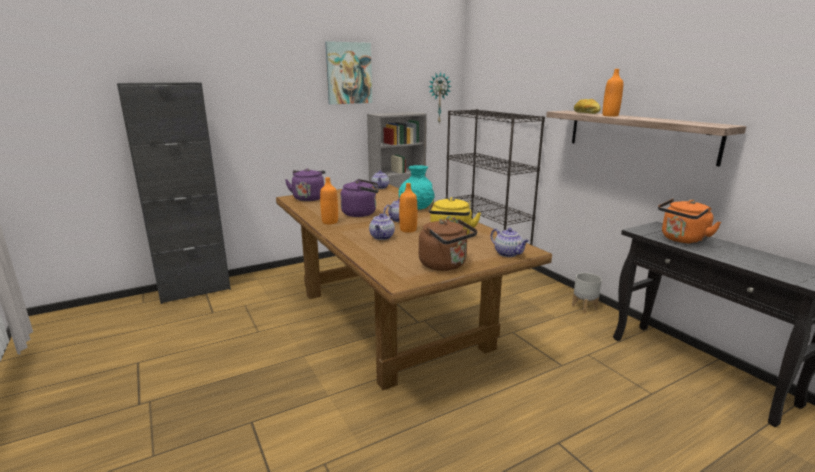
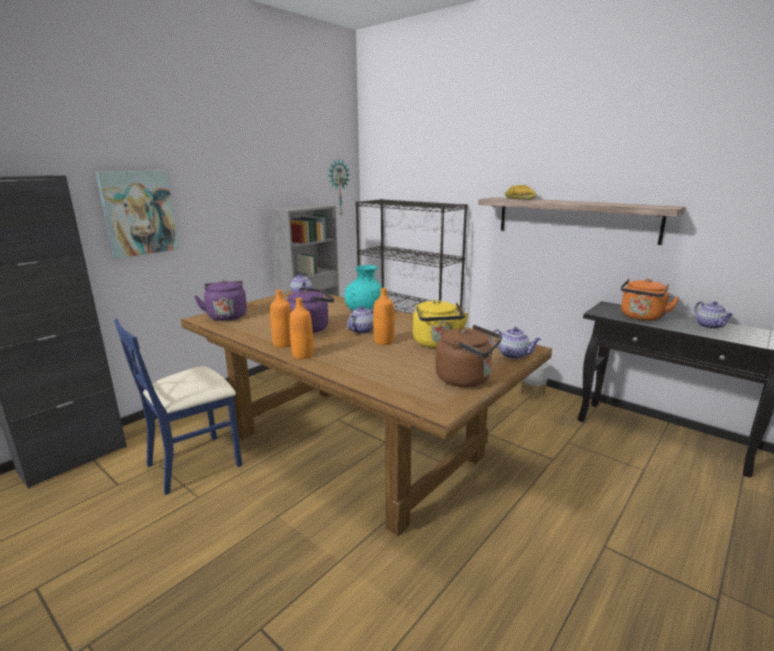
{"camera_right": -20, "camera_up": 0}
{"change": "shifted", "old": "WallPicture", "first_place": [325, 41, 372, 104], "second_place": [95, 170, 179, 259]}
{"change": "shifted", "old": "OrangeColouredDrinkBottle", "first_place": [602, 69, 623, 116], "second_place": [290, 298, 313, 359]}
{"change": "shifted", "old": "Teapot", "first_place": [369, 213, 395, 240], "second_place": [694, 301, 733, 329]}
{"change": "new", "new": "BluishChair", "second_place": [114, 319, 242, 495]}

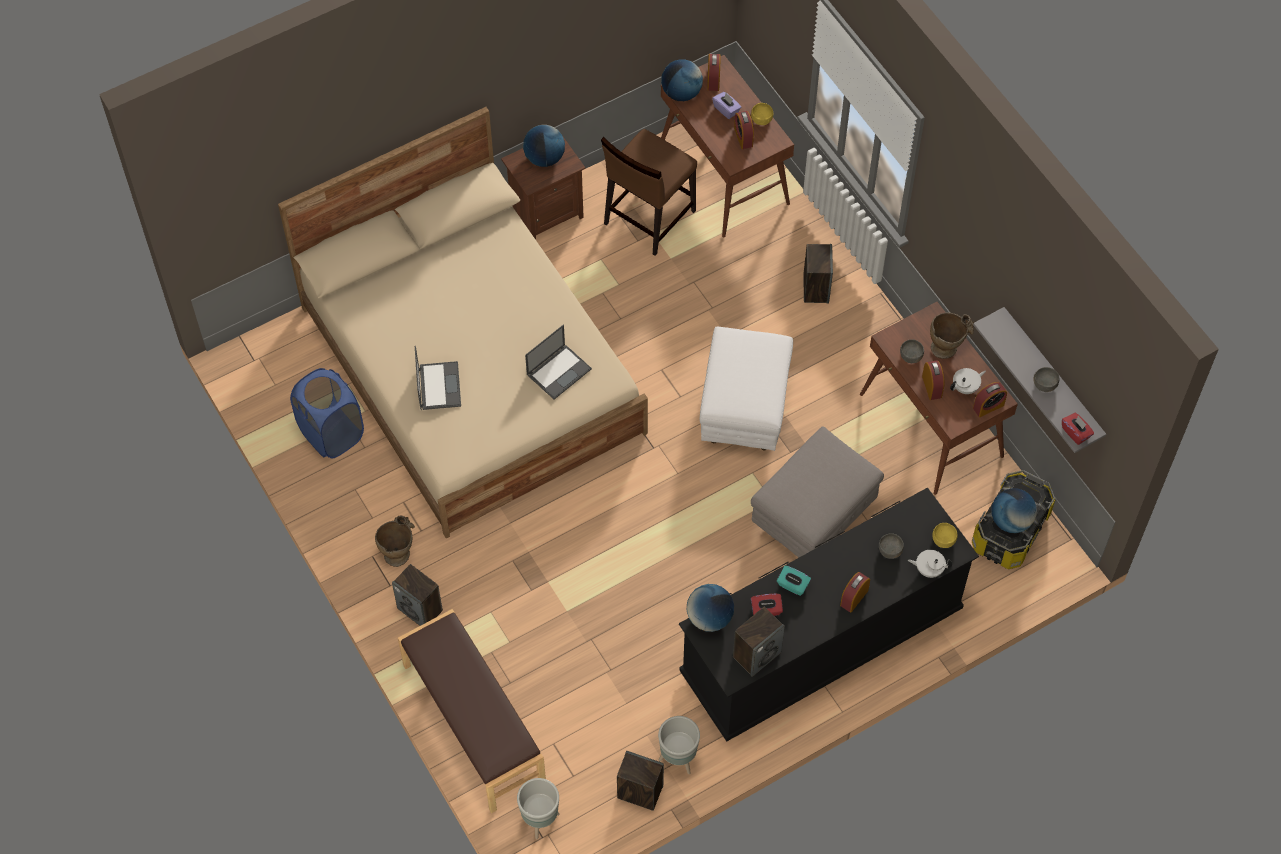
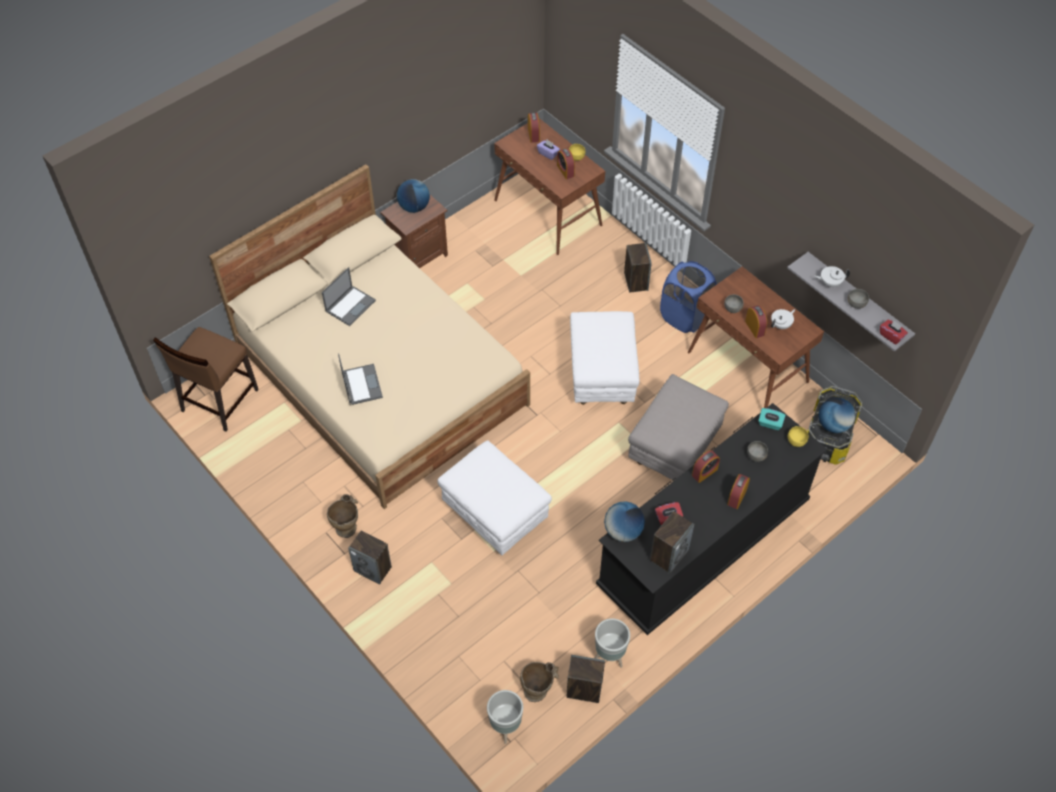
{"camera_right": -10, "camera_up": -5}
{"change": "gone", "old": "DeskGlobe", "first_place": [661, 59, 703, 101]}
{"change": "shifted", "old": "BrownColouredChair", "first_place": [601, 129, 697, 256], "second_place": [153, 327, 259, 432]}
{"change": "shifted", "old": "SandColouredDecorativeVase", "first_place": [930, 312, 974, 359], "second_place": [520, 662, 559, 702]}
{"change": "shifted", "old": "NotebookComputer", "first_place": [525, 325, 592, 400], "second_place": [322, 267, 376, 326]}
{"change": "shifted", "old": "BluishLaundryBasket", "first_place": [290, 368, 364, 458], "second_place": [660, 261, 717, 333]}
{"change": "shifted", "old": "BedsideClock", "first_place": [973, 382, 1007, 417], "second_place": [692, 450, 720, 483]}
{"change": "shifted", "old": "WhiteColouredTeapot", "first_place": [908, 550, 952, 578], "second_place": [815, 266, 850, 288]}
{"change": "shifted", "old": "TurquoiseColouredBoxOfTissues", "first_place": [777, 565, 811, 596], "second_place": [758, 408, 785, 430]}
{"change": "gone", "old": "BrownColouredBench", "first_place": [398, 609, 546, 813]}
{"change": "new", "new": "WhiteColouredPouffe", "second_place": [438, 440, 552, 555]}

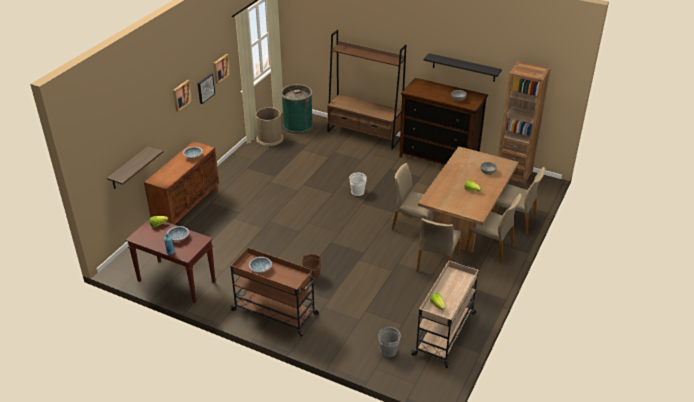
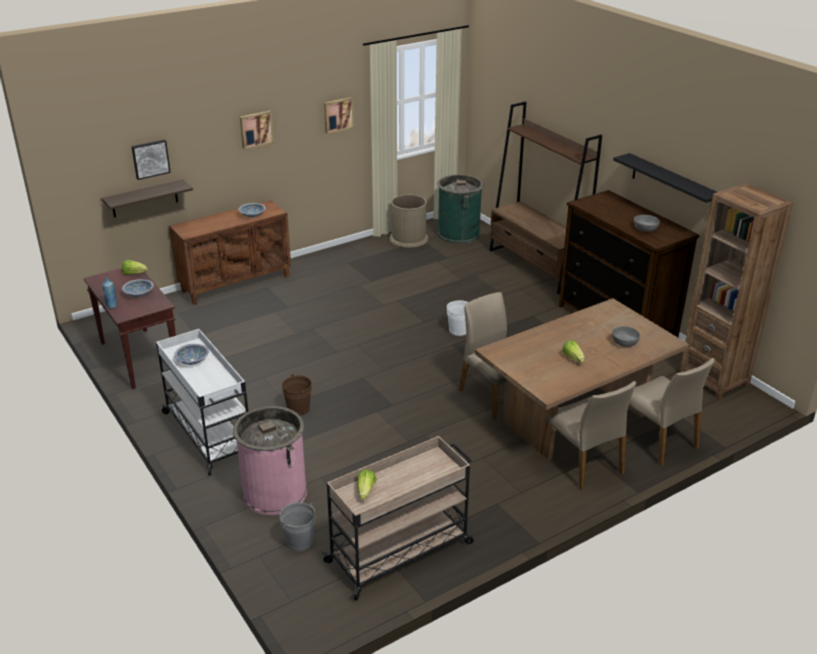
{"camera_right": 30, "camera_up": -5}
{"change": "shifted", "old": "WallPicture", "first_place": [197, 73, 215, 104], "second_place": [131, 139, 171, 180]}
{"change": "gone", "old": "SandColouredChair", "first_place": [416, 218, 461, 272]}
{"change": "repainted", "old": "BrownColouredWheeledCart", "new": "WhiteColouredWheeledCart", "first_place": [230, 247, 319, 337], "second_place": [156, 329, 248, 476]}
{"change": "new", "new": "PinkishWasteBin", "second_place": [233, 406, 307, 515]}

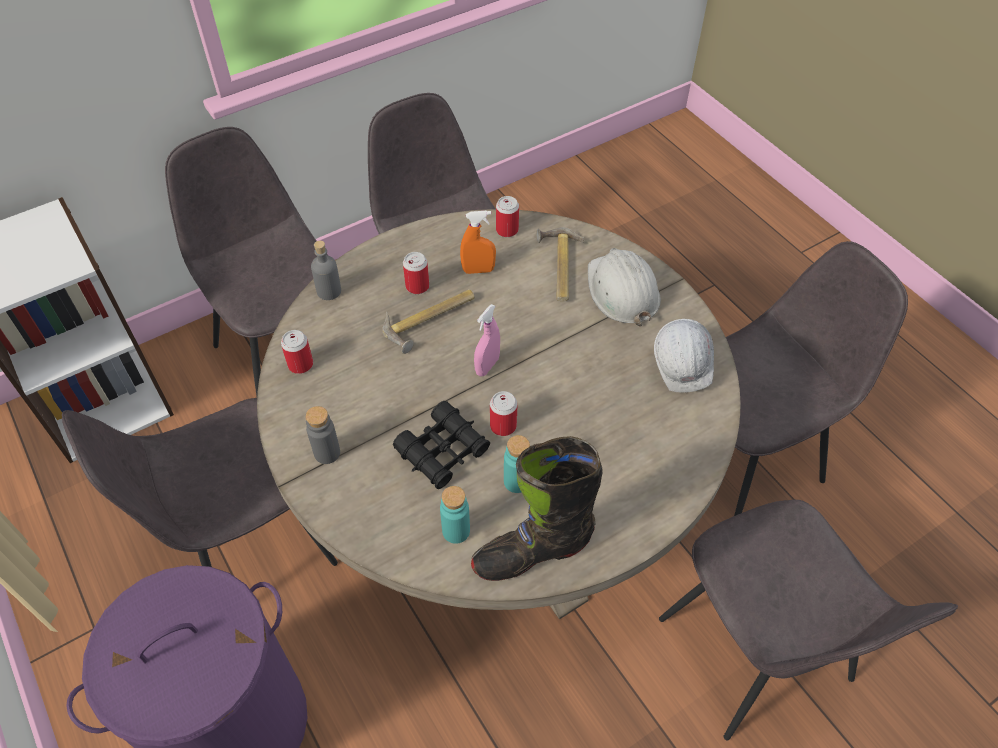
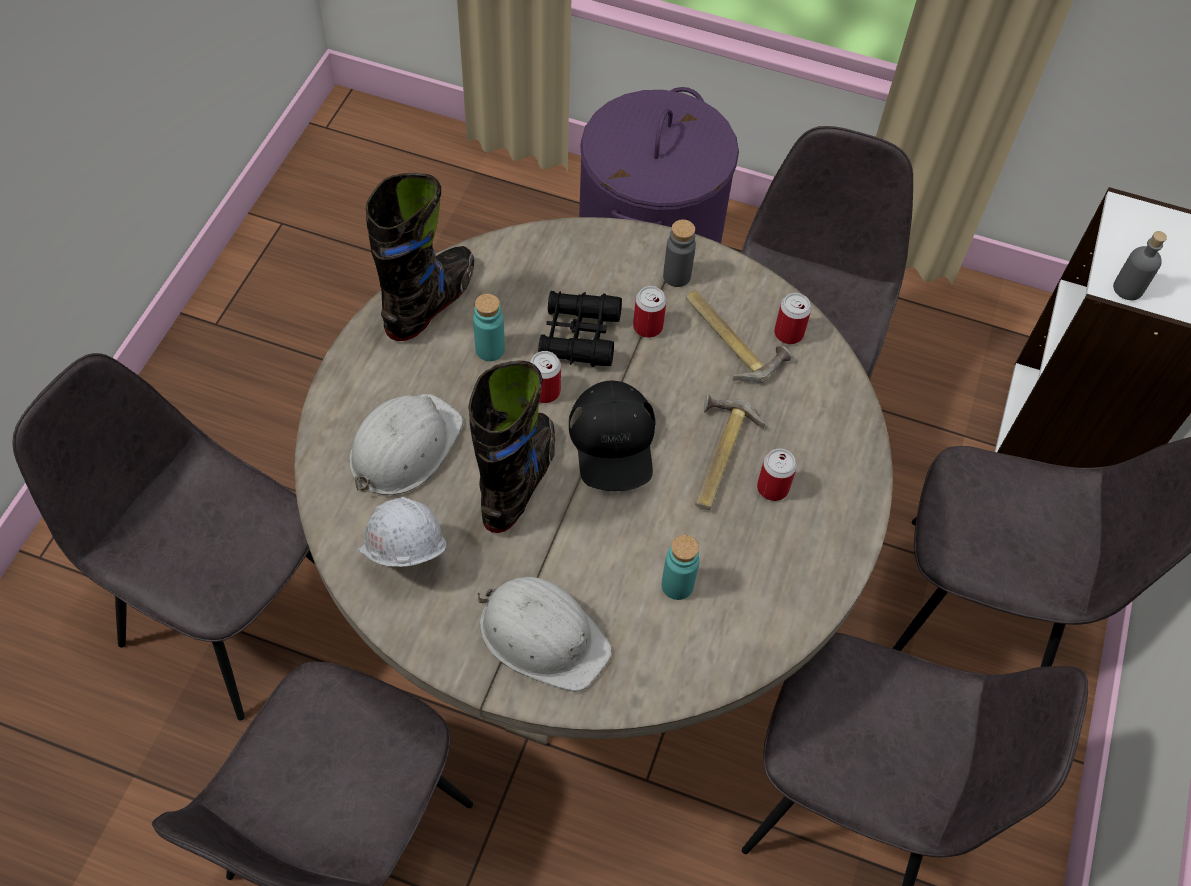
{"camera_right": 140, "camera_up": 5}
{"change": "shifted", "old": "SealedCan", "first_place": [496, 196, 519, 237], "second_place": [633, 286, 666, 338]}
{"change": "gone", "old": "OrangeColouredSprayer", "first_place": [460, 210, 496, 274]}
{"change": "shifted", "old": "HandHammer", "first_place": [536, 227, 584, 301], "second_place": [686, 290, 791, 383]}
{"change": "shifted", "old": "GreyDrinkBottle", "first_place": [311, 241, 341, 300], "second_place": [1113, 231, 1167, 300]}
{"change": "swapped", "old": "PinkishSprayer", "new": "BlackPeakedCap", "first_place": [474, 304, 500, 377], "second_place": [569, 381, 656, 491]}
{"change": "shifted", "old": "TurquoiseColouredDrinkBottle", "first_place": [440, 486, 470, 544], "second_place": [661, 535, 700, 600]}
{"change": "new", "new": "BlackBoot", "second_place": [468, 361, 555, 533]}
{"change": "new", "new": "WhiteColouredHardHat", "second_place": [349, 393, 463, 495]}

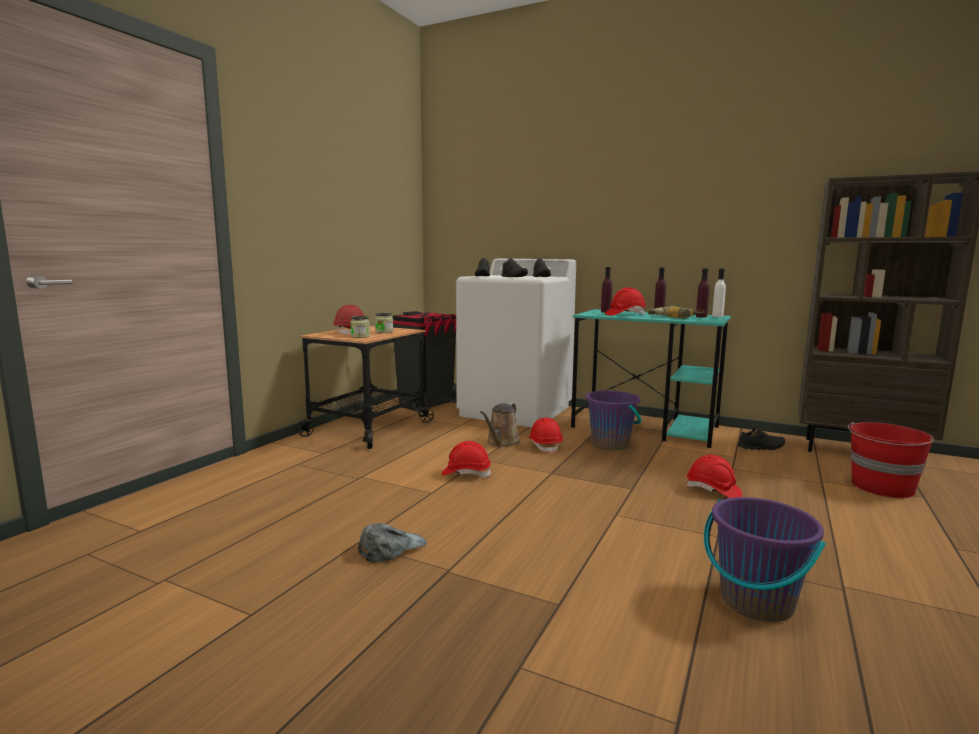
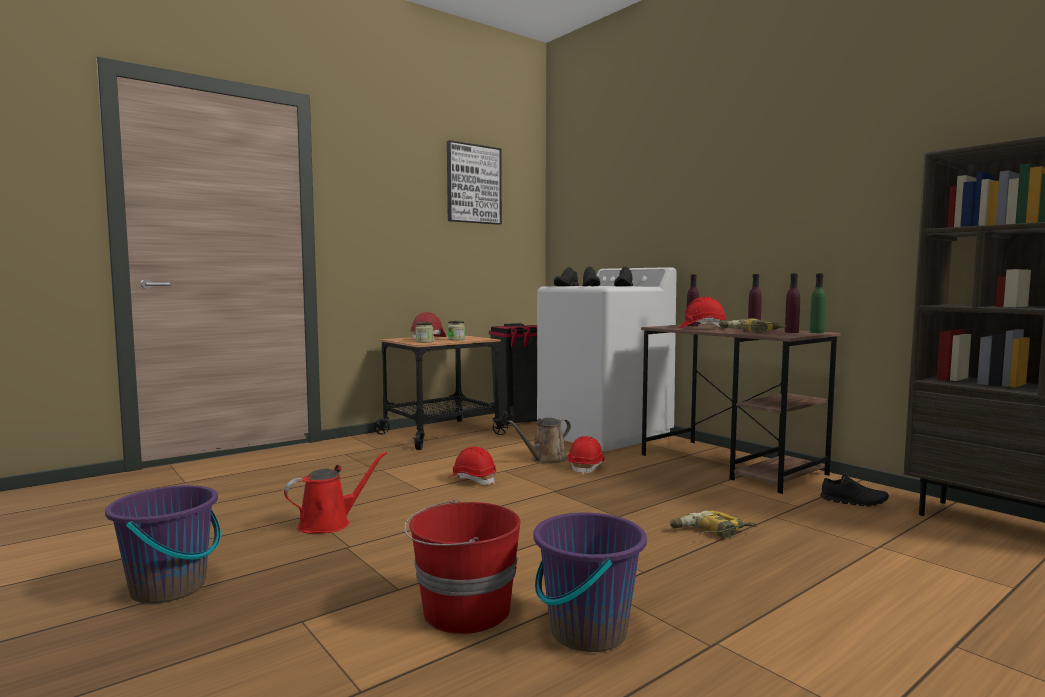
{"camera_right": 25, "camera_up": -5}
{"change": "repainted", "old": "WhiteColouredDrinkBottle", "new": "GreenishDrinkBottle", "first_place": [712, 269, 726, 317], "second_place": [810, 273, 826, 333]}
{"change": "repainted", "old": "TurquoiseColouredDesk", "new": "BrownColouredDesk", "first_place": [571, 309, 731, 448], "second_place": [641, 324, 841, 494]}
{"change": "shifted", "old": "PurpleBucket", "first_place": [585, 391, 641, 450], "second_place": [105, 485, 221, 604]}
{"change": "shifted", "old": "RedBucket", "first_place": [848, 422, 934, 498], "second_place": [404, 499, 521, 634]}
{"change": "swapped", "old": "RedHardHat", "new": "PowerDrill", "first_place": [687, 455, 742, 498], "second_place": [670, 510, 756, 539]}
{"change": "swapped", "old": "GreyPeakedCap", "new": "RedWateringPot", "first_place": [358, 523, 427, 563], "second_place": [284, 451, 387, 534]}
{"change": "new", "new": "WallPicture", "second_place": [447, 140, 502, 225]}

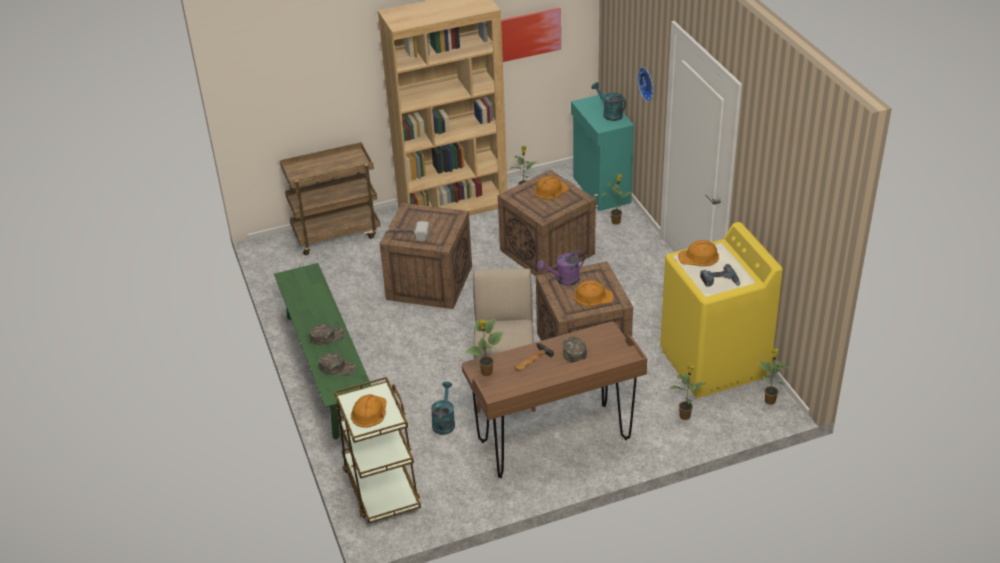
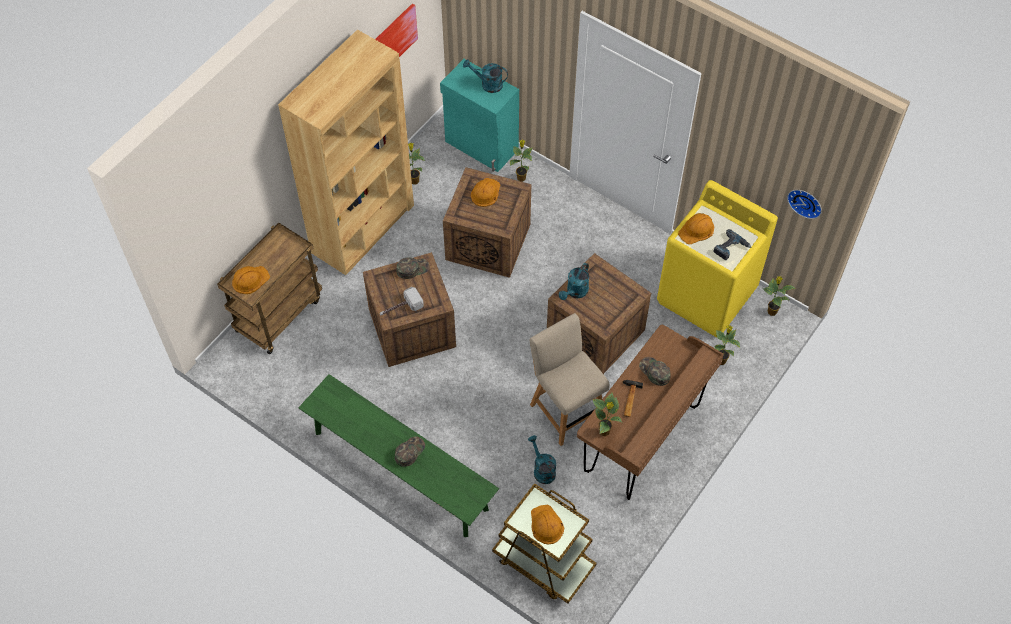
{"camera_right": -35, "camera_up": 20}
{"change": "shifted", "old": "HangingClock", "first_place": [638, 67, 654, 102], "second_place": [787, 190, 822, 219]}
{"change": "repainted", "old": "PurpleWateringPot", "new": "TurquoiseColouredWateringPot", "first_place": [537, 250, 585, 286], "second_place": [559, 263, 589, 300]}
{"change": "shifted", "old": "OrangeColouredHardHat", "first_place": [574, 280, 614, 306], "second_place": [232, 266, 270, 294]}
{"change": "shifted", "old": "GreenishPeakedCap", "first_place": [319, 352, 356, 376], "second_place": [396, 257, 430, 279]}

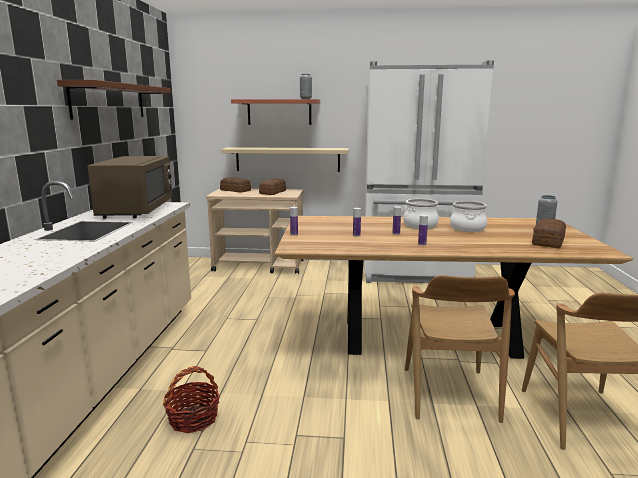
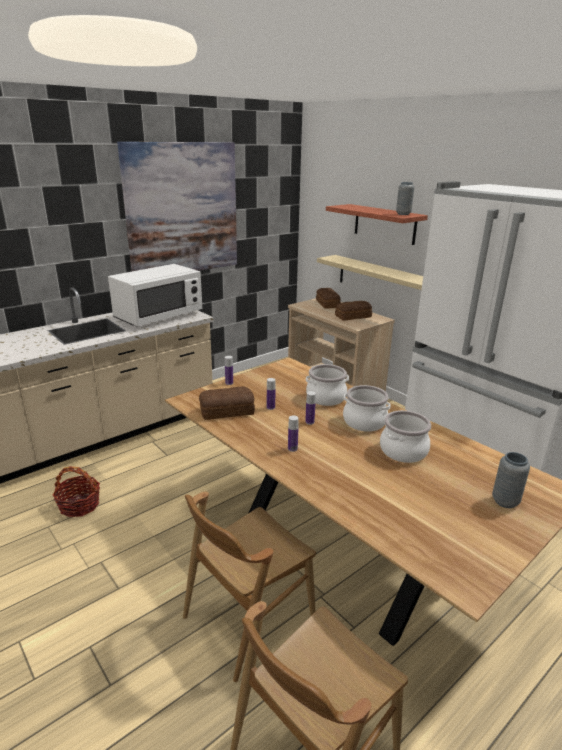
{"camera_right": 45, "camera_up": 10}
{"change": "swapped", "old": "BrownColouredWallShelf", "new": "WallPicture", "first_place": [57, 80, 171, 119], "second_place": [117, 142, 237, 272]}
{"change": "repainted", "old": "BrownColouredMicrowaveOven", "new": "WhiteColouredMicrowaveOven", "first_place": [87, 156, 172, 219], "second_place": [108, 264, 202, 326]}
{"change": "shifted", "old": "Bread", "first_place": [532, 218, 566, 248], "second_place": [199, 387, 255, 420]}
{"change": "new", "new": "Saucepot", "second_place": [306, 364, 349, 406]}

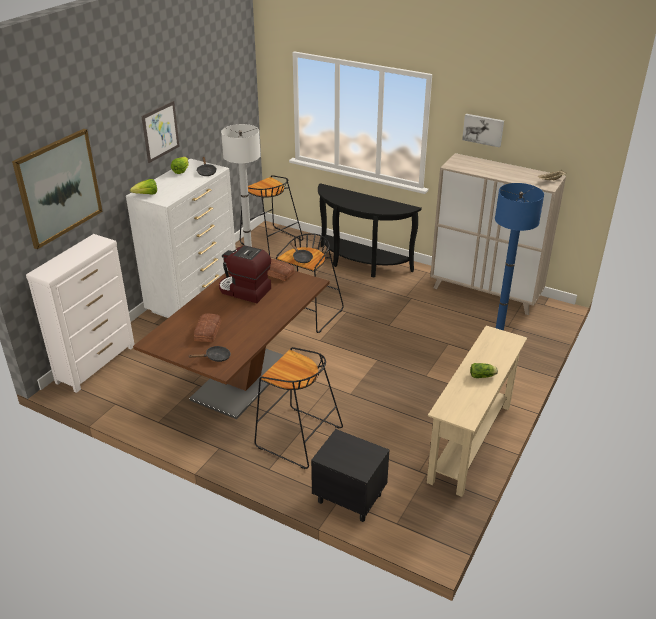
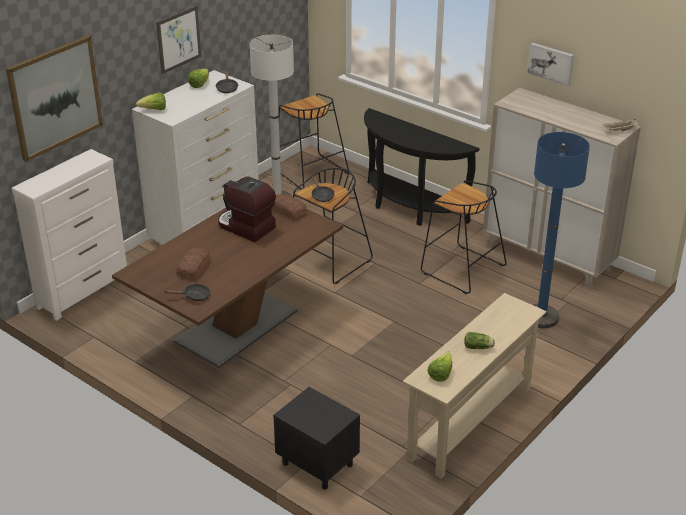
{"camera_right": 10, "camera_up": 0}
{"change": "shifted", "old": "BlackStoolSeat", "first_place": [254, 347, 343, 469], "second_place": [421, 180, 507, 294]}
{"change": "new", "new": "LettuceHead", "second_place": [427, 351, 452, 382]}

